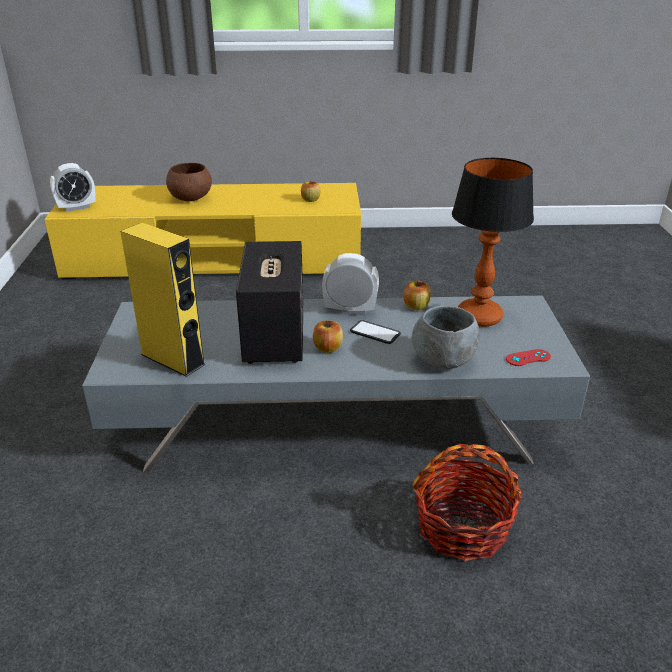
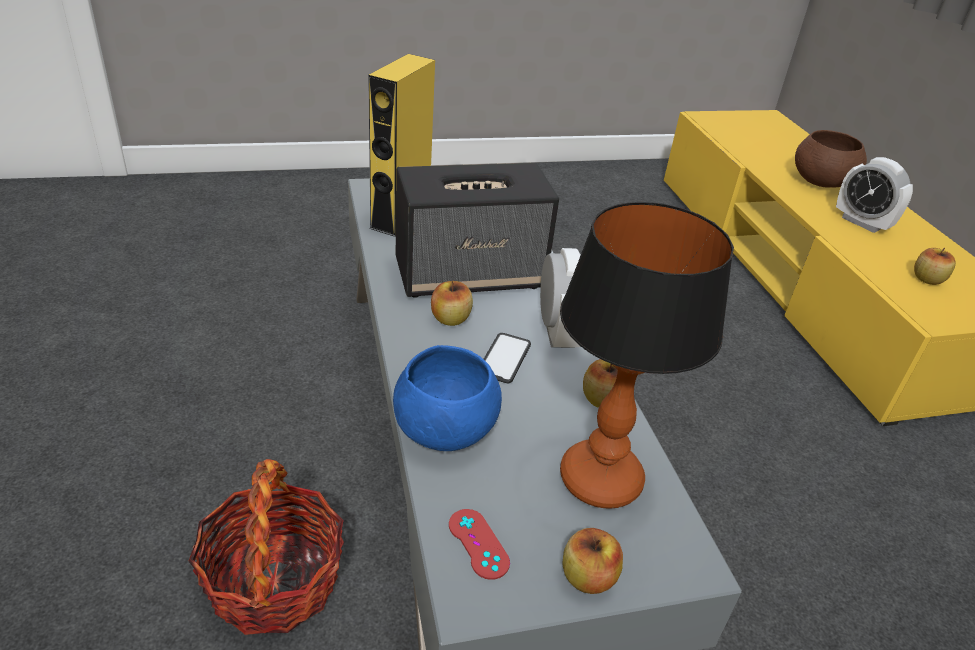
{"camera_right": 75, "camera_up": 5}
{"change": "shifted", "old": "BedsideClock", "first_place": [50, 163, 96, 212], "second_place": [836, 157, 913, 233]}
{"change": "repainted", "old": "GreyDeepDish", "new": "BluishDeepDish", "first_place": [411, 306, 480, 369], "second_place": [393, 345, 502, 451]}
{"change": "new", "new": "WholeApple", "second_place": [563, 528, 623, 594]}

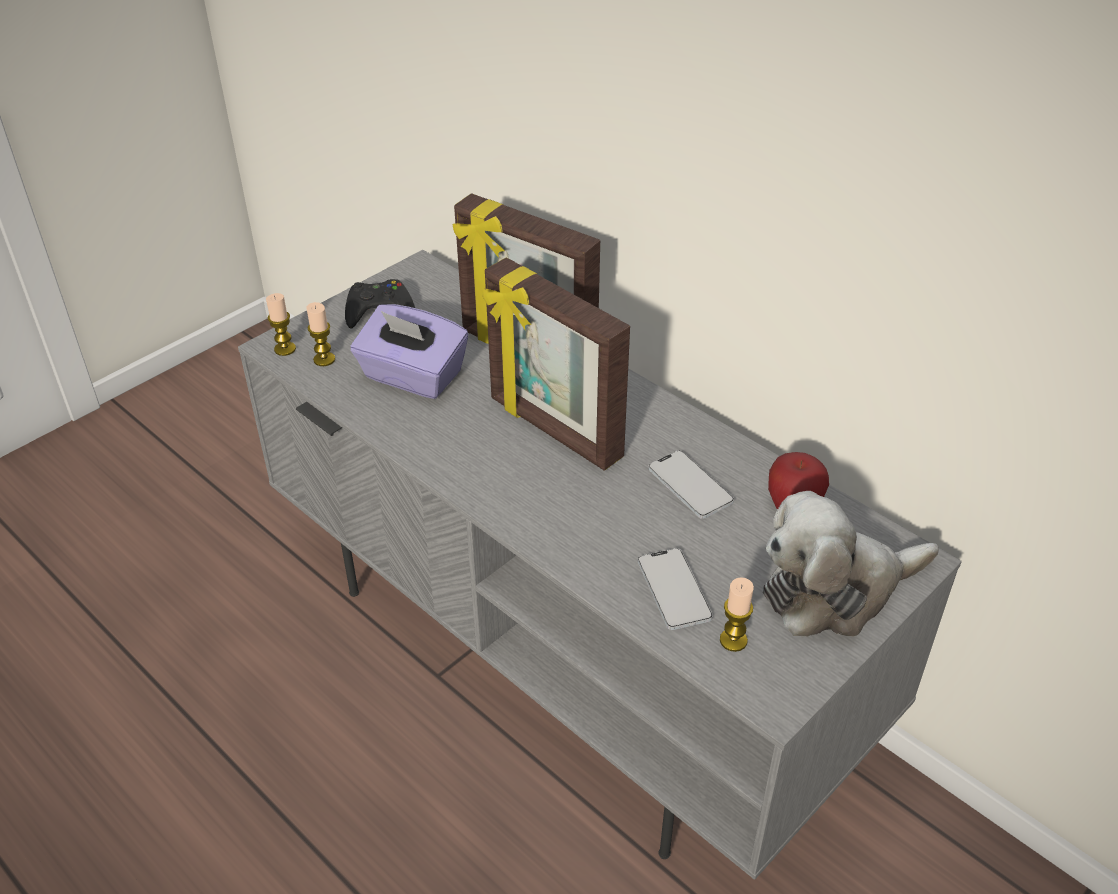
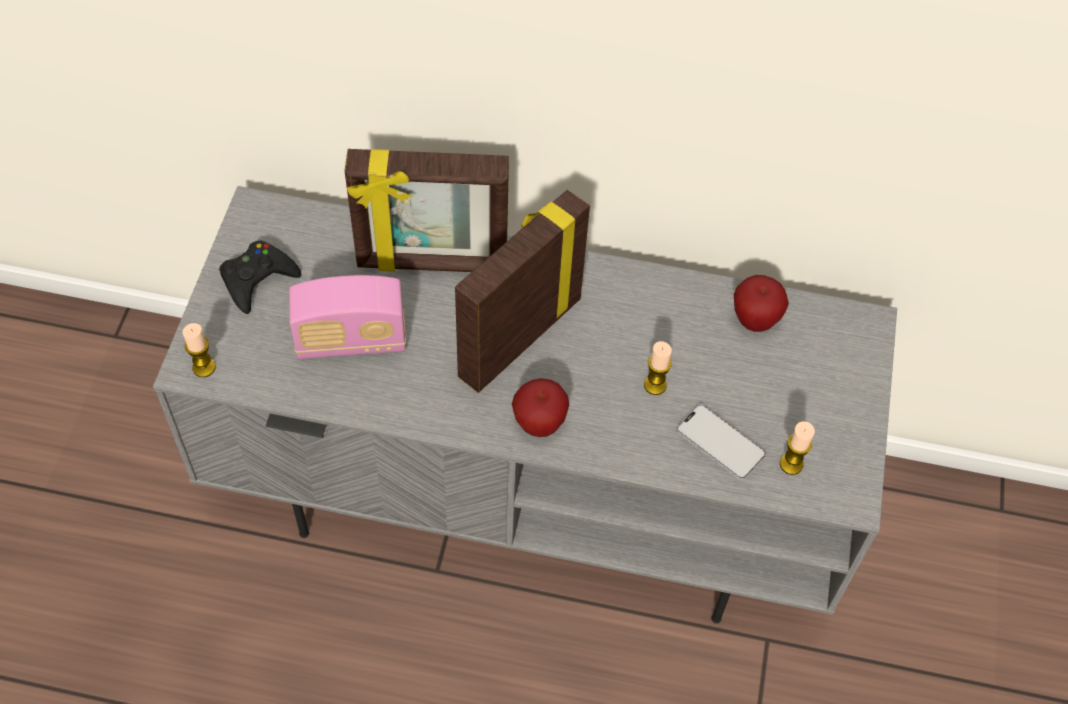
{"camera_right": -35, "camera_up": 15}
{"change": "rotated", "old": "PhotoFrame", "first_place": [482, 257, 630, 471], "second_place": [455, 190, 590, 393], "degrees": 120}
{"change": "shifted", "old": "WaxCandle", "first_place": [306, 302, 335, 366], "second_place": [644, 341, 672, 395]}
{"change": "swapped", "old": "PurpleBoxOfTissues", "new": "Radio", "first_place": [350, 304, 468, 399], "second_place": [289, 275, 406, 359]}
{"change": "gone", "old": "Phone", "first_place": [648, 450, 734, 519]}
{"change": "gone", "old": "CuddlyToy", "first_place": [763, 491, 939, 637]}
{"change": "new", "new": "WholeApple", "second_place": [512, 378, 569, 437]}

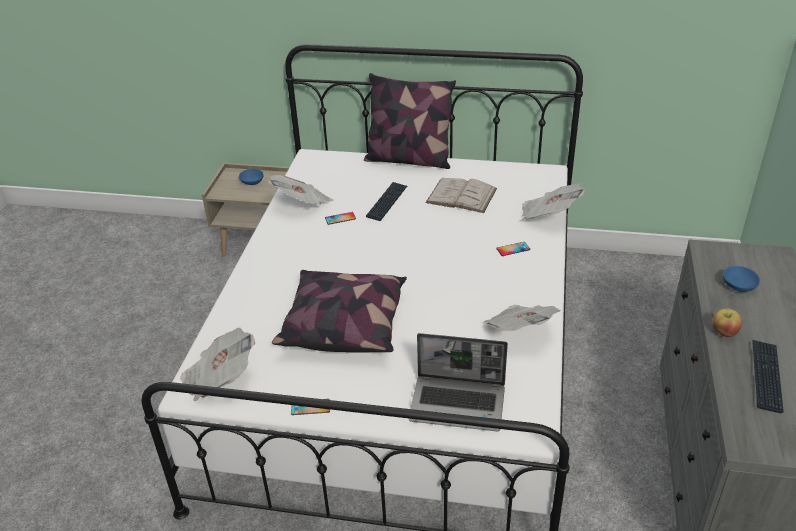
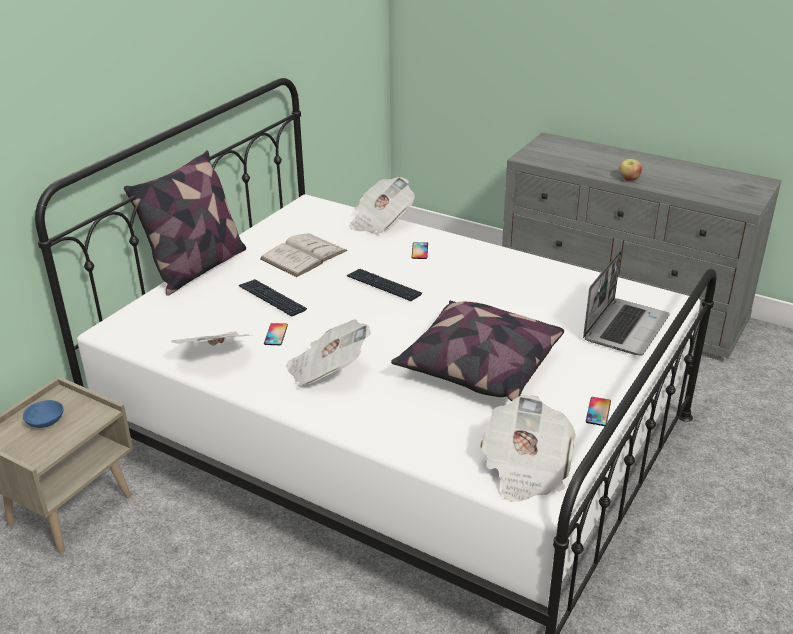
{"camera_right": -70, "camera_up": -5}
{"change": "gone", "old": "BluishDeepDish", "first_place": [723, 266, 760, 292]}
{"change": "shifted", "old": "Newspaper", "first_place": [484, 305, 561, 331], "second_place": [286, 319, 370, 387]}
{"change": "shifted", "old": "Keyboard", "first_place": [752, 340, 784, 413], "second_place": [347, 269, 422, 301]}

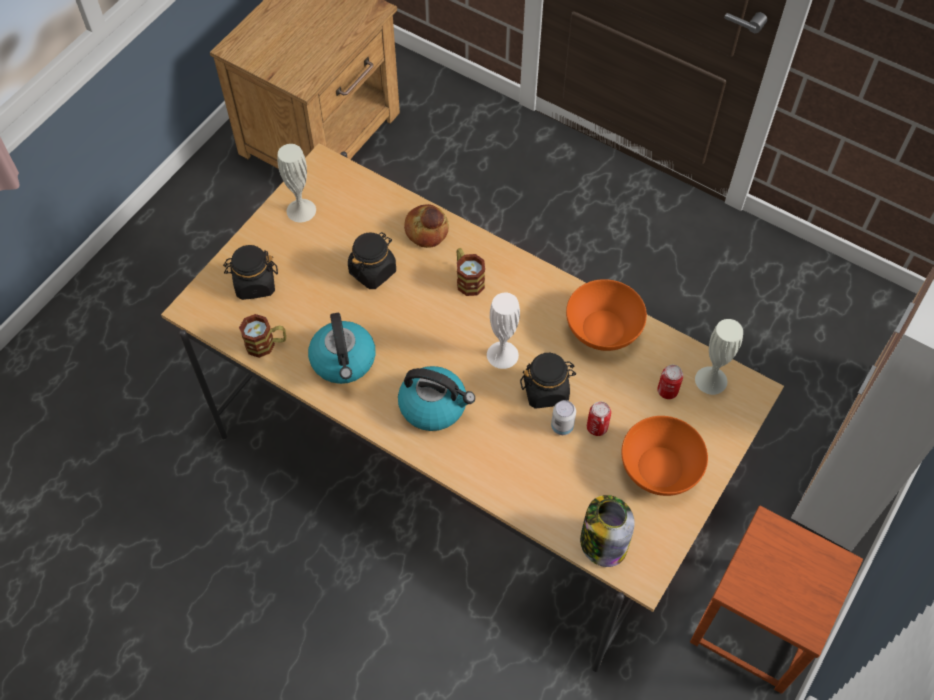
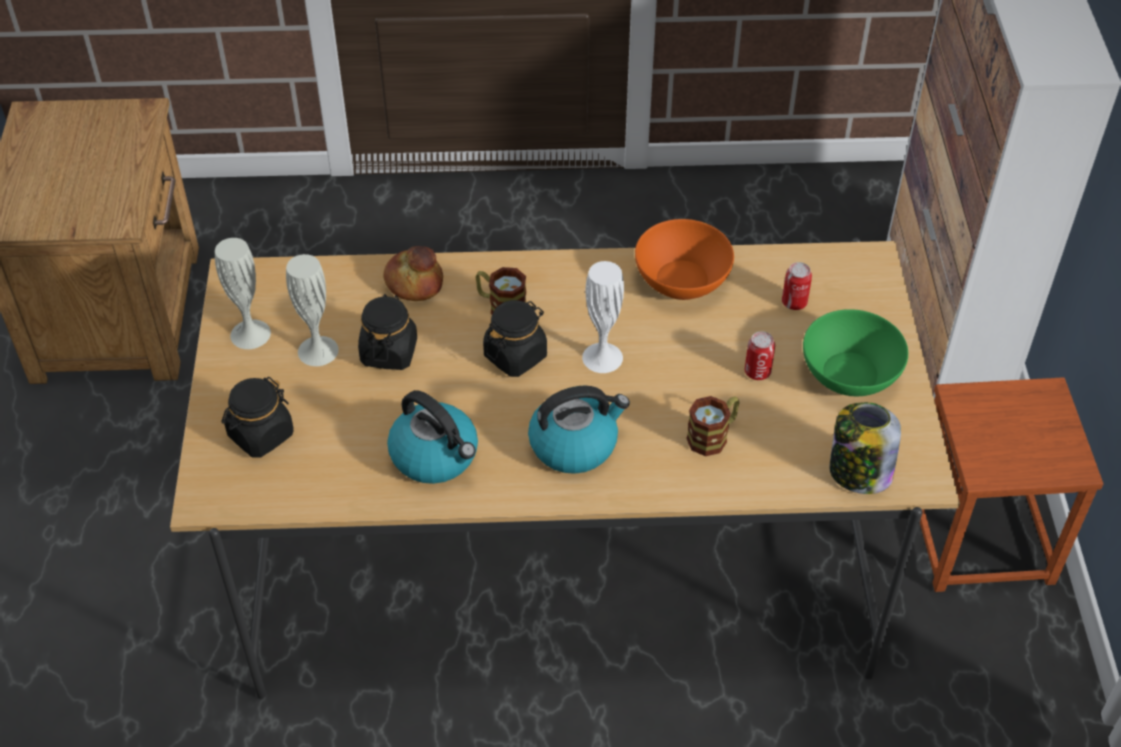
{"camera_right": -35, "camera_up": -10}
{"change": "shifted", "old": "TeaMug", "first_place": [239, 314, 286, 358], "second_place": [686, 396, 739, 456]}
{"change": "shifted", "old": "WhiteColouredDecorativeVase", "first_place": [695, 319, 743, 395], "second_place": [286, 254, 339, 366]}
{"change": "shifted", "old": "BlackJar", "first_place": [520, 353, 576, 409], "second_place": [483, 300, 547, 377]}
{"change": "gone", "old": "SealedCan", "first_place": [551, 400, 576, 435]}
{"change": "repainted", "old": "OrangeColouredDeepDish", "new": "GreenishDeepDish", "first_place": [622, 416, 708, 496], "second_place": [803, 309, 908, 396]}

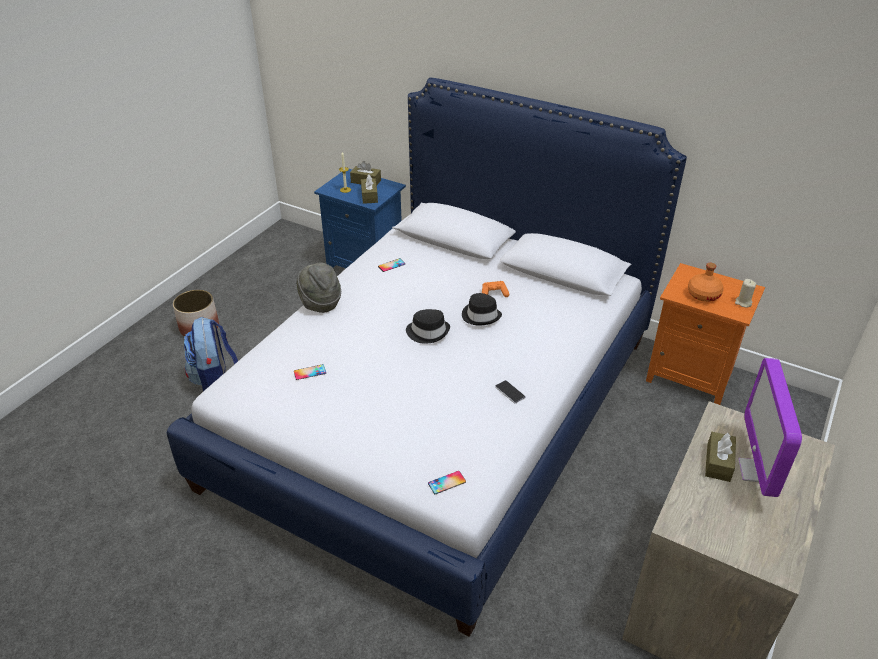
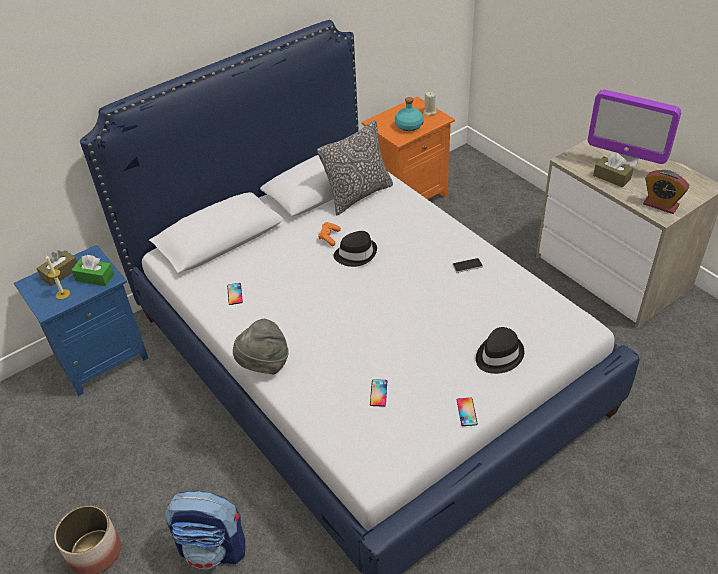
{"camera_right": -65, "camera_up": 5}
{"change": "repainted", "old": "BrownColouredBoxOfTissues", "new": "GreenishBoxOfTissues", "first_place": [361, 174, 378, 204], "second_place": [71, 255, 114, 286]}
{"change": "repainted", "old": "OrangeColouredDrinkBottle", "new": "TurquoiseColouredDrinkBottle", "first_place": [688, 263, 723, 302], "second_place": [395, 97, 424, 131]}
{"change": "shifted", "old": "BlackClothingHat", "first_place": [406, 309, 450, 344], "second_place": [476, 327, 524, 374]}
{"change": "shifted", "old": "Phone", "first_place": [428, 471, 466, 494], "second_place": [457, 398, 478, 426]}
{"change": "new", "new": "Cushion", "second_place": [317, 120, 393, 215]}
{"change": "new", "new": "BedsideClock", "second_place": [643, 170, 689, 214]}

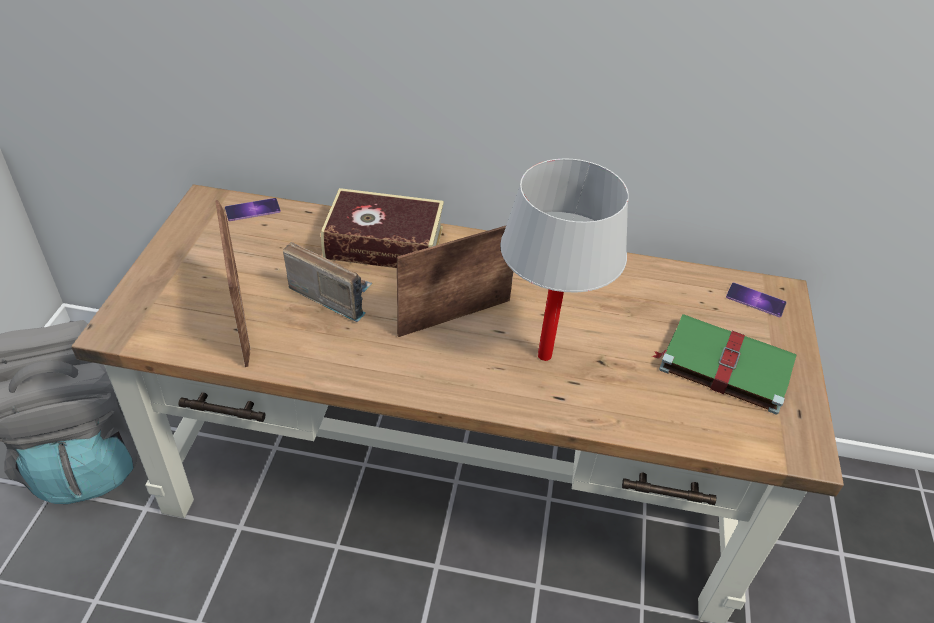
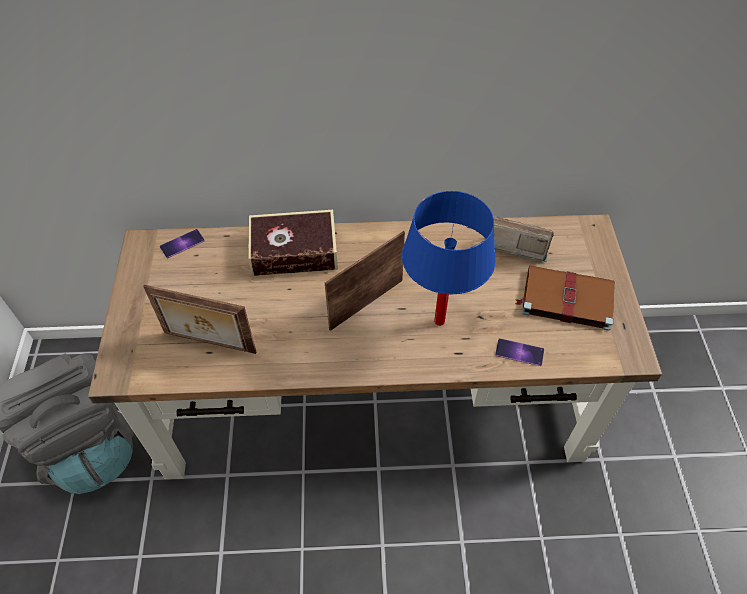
{"camera_right": -10, "camera_up": 10}
{"change": "repainted", "old": "WhiteColouredTableLamp", "new": "BluishTableLamp", "first_place": [500, 158, 629, 361], "second_place": [402, 191, 496, 326]}
{"change": "rotated", "old": "PhotoFrame", "first_place": [215, 200, 250, 367], "second_place": [143, 285, 256, 354], "degrees": 135}
{"change": "shifted", "old": "Radio", "first_place": [283, 242, 372, 322], "second_place": [493, 216, 554, 262]}
{"change": "shifted", "old": "Phone", "first_place": [726, 282, 787, 317], "second_place": [495, 338, 544, 366]}
{"change": "repainted", "old": "GreenishBoundBook", "new": "BrownColouredBoundBook", "first_place": [652, 314, 796, 415], "second_place": [515, 265, 615, 331]}

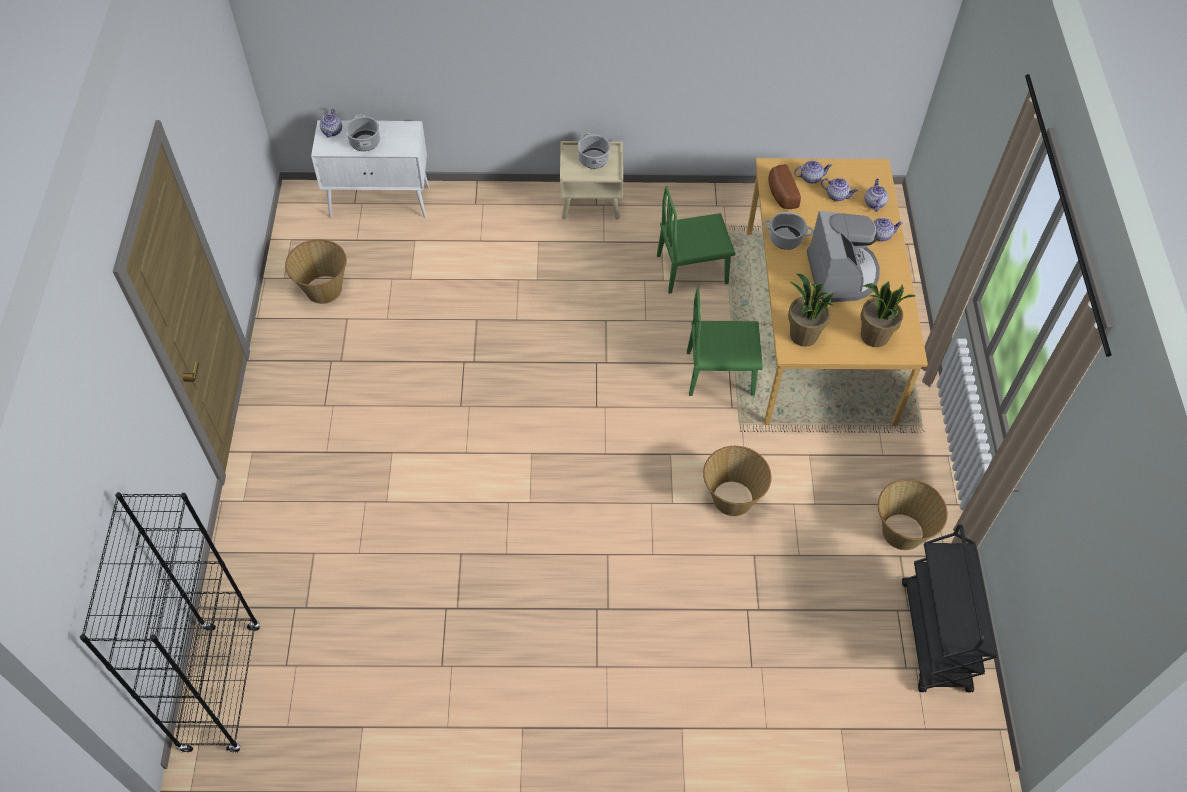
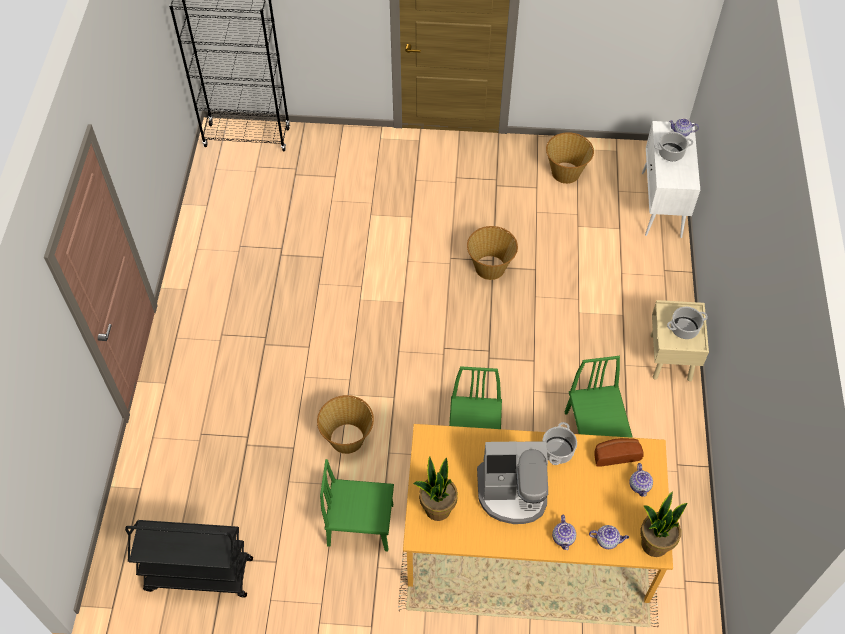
{"camera_right": 95, "camera_up": 0}
{"change": "gone", "old": "Teapot", "first_place": [821, 178, 858, 201]}
{"change": "shifted", "old": "PottedPlant", "first_place": [788, 274, 834, 347], "second_place": [640, 492, 687, 557]}
{"change": "shifted", "old": "HouseholdBasket", "first_place": [878, 479, 948, 550], "second_place": [467, 226, 518, 280]}
{"change": "new", "new": "GreenishChair", "second_place": [320, 459, 394, 551]}

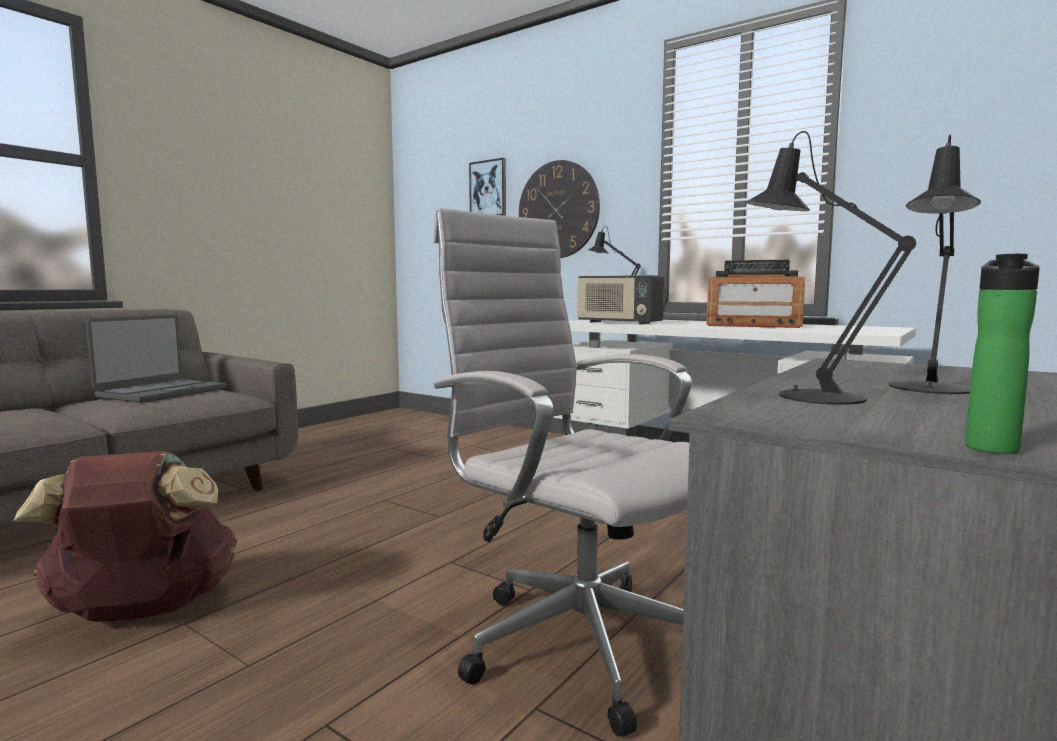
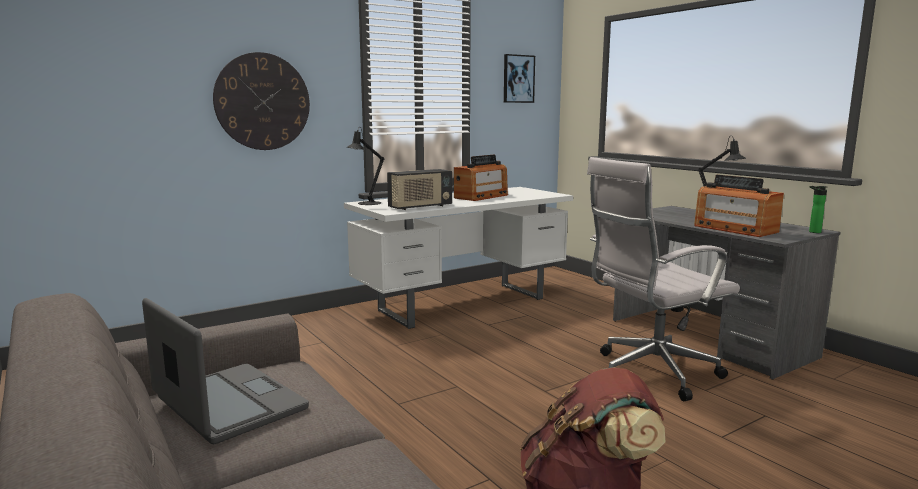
{"camera_right": -70, "camera_up": 5}
{"change": "swapped", "old": "BlackTableLamp", "new": "Radio", "first_place": [746, 131, 917, 405], "second_place": [694, 175, 784, 237]}
{"change": "shifted", "old": "WallPicture", "first_place": [469, 158, 506, 216], "second_place": [504, 54, 535, 103]}

